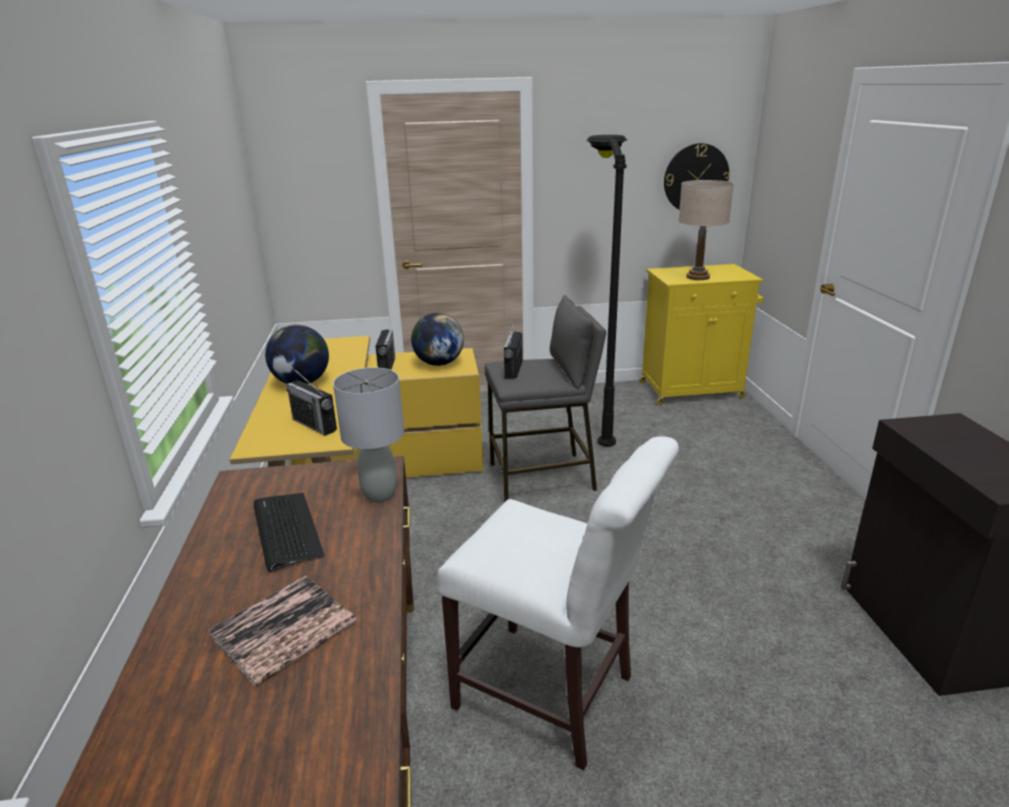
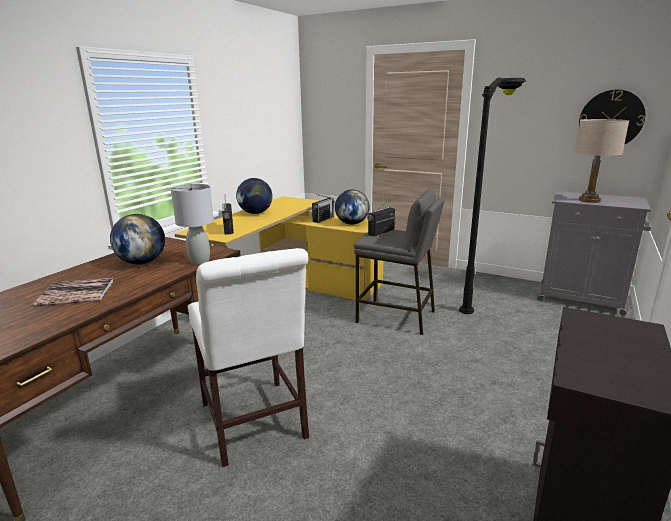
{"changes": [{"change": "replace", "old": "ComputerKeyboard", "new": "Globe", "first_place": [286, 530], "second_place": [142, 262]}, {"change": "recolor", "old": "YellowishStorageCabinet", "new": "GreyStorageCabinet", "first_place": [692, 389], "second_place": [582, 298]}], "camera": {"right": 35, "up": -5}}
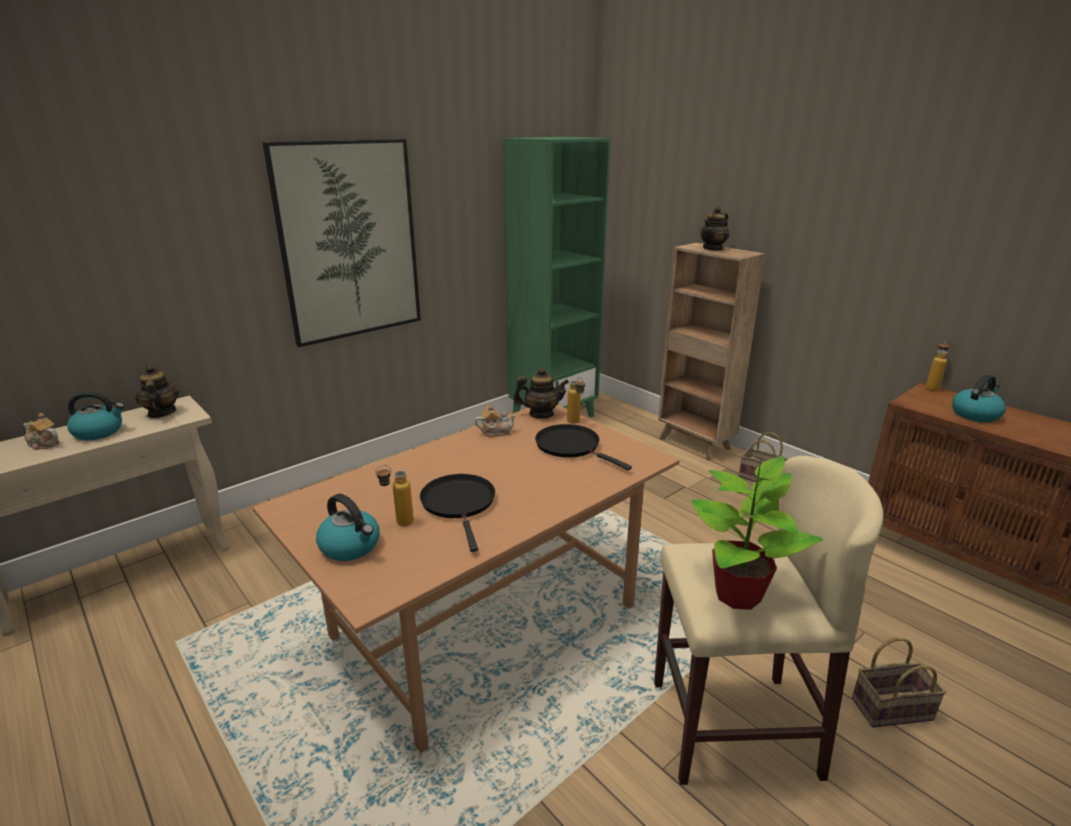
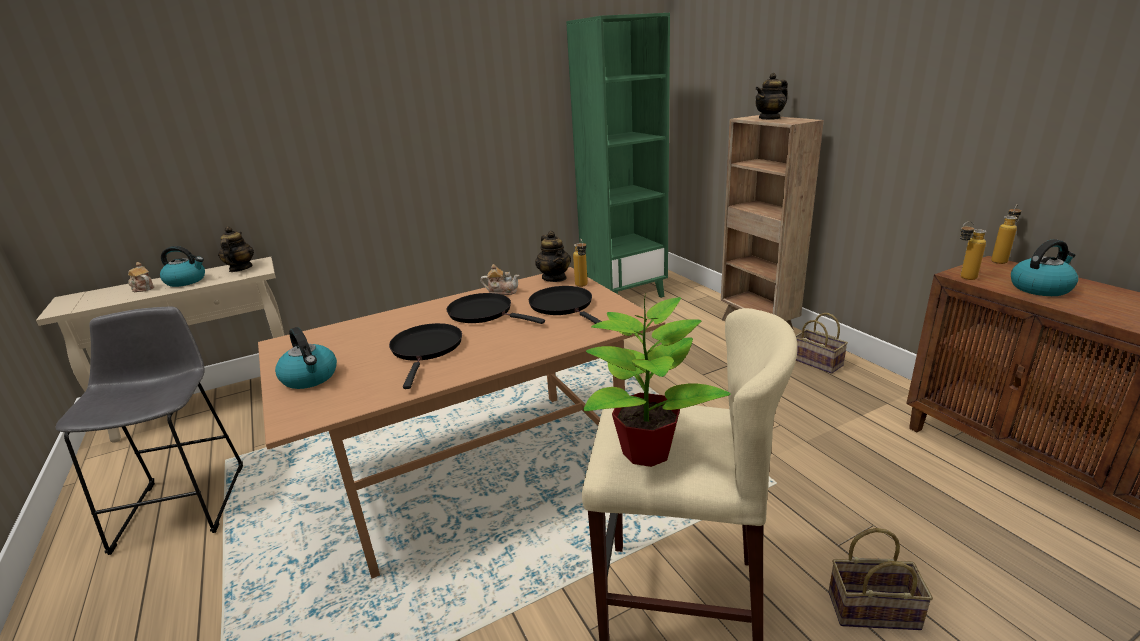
{"changes": [{"change": "delete", "old": "Picture", "first_place": [349, 241]}, {"change": "insert", "new": "GreySittingStool", "second_place": [185, 501]}, {"change": "insert", "new": "BlackColouredSkillet", "second_place": [484, 313]}, {"change": "move", "old": "BeverageBottle", "first_place": [398, 523], "second_place": [962, 278]}, {"change": "rotate", "old": "PotForTea", "first_place": [541, 414], "second_place": [554, 278], "degrees": 60}], "camera": {"right": 15, "up": 0}}
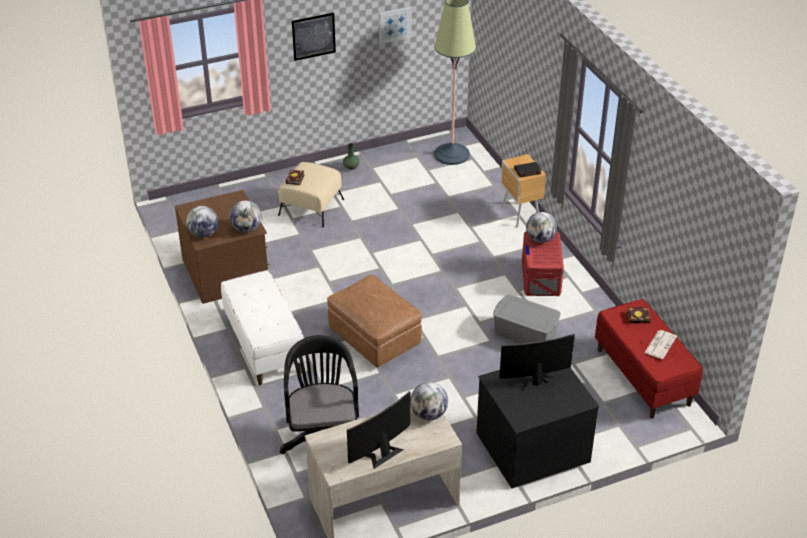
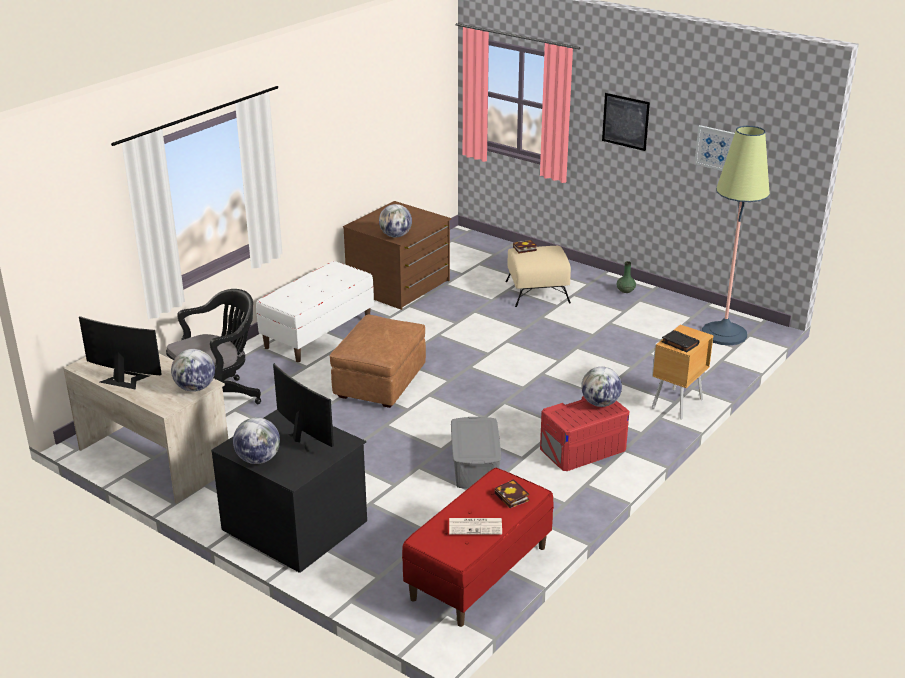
{"changes": [{"change": "move", "old": "Globe", "first_place": [203, 234], "second_place": [258, 459]}], "camera": {"right": 60, "up": -10}}
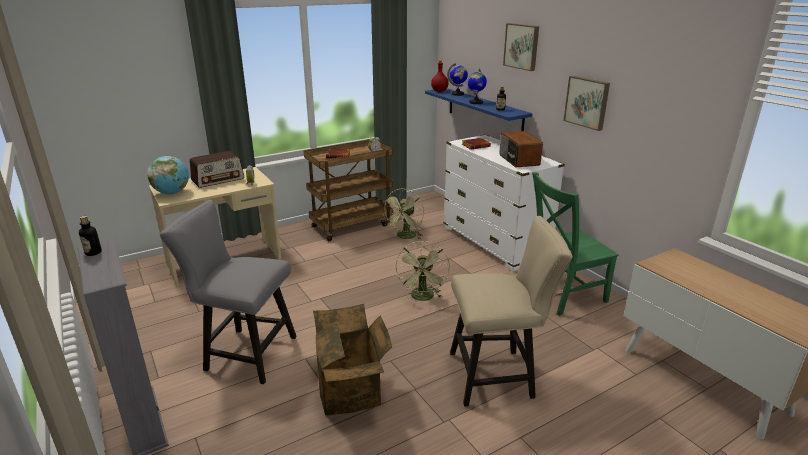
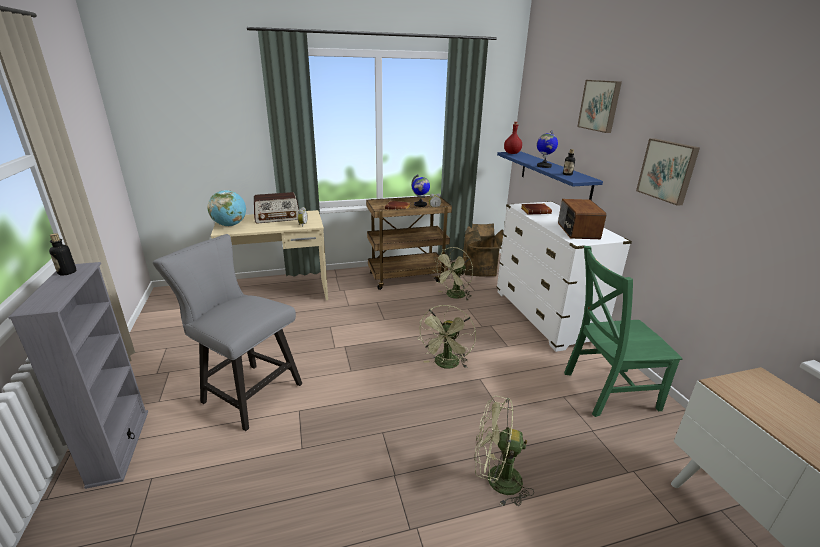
{"changes": [{"change": "move", "old": "PackingBox", "first_place": [352, 392], "second_place": [481, 269]}, {"change": "move", "old": "Globe", "first_place": [457, 94], "second_place": [420, 205]}, {"change": "replace", "old": "BeigeColouredChair", "new": "GreenCoolingFan", "first_place": [498, 375], "second_place": [496, 480]}], "camera": {"right": 15, "up": 0}}
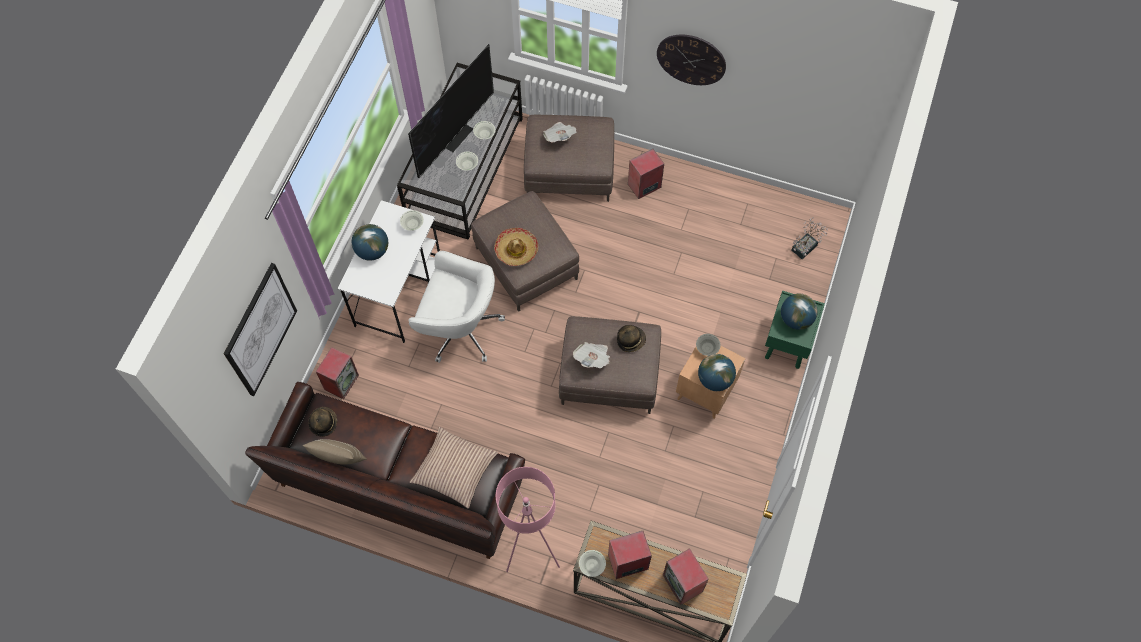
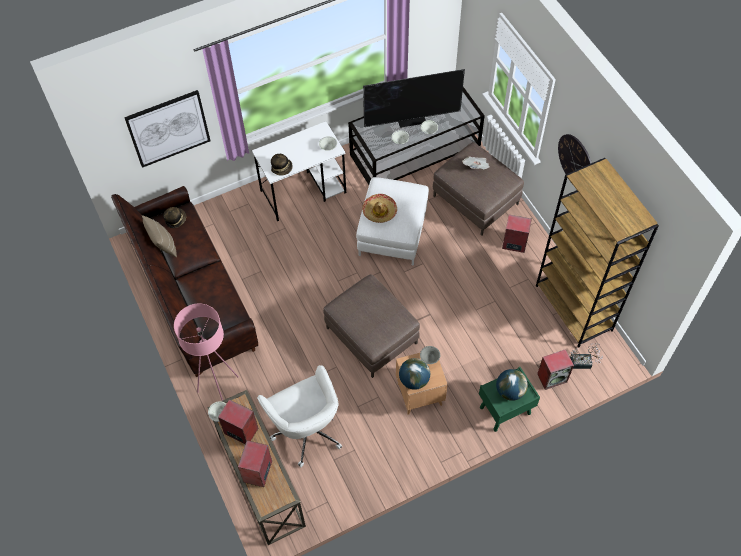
{"changes": [{"change": "delete", "old": "Globe", "first_place": [372, 251]}, {"change": "delete", "old": "ThrowPillow", "first_place": [454, 470]}, {"change": "delete", "old": "Newspaper", "first_place": [593, 358]}, {"change": "insert", "new": "BrownishBookcase", "second_place": [574, 308]}, {"change": "move", "old": "AudioSpeaker", "first_place": [341, 382], "second_place": [552, 377]}, {"change": "move", "old": "WhiteDeskChair", "first_place": [460, 329], "second_place": [306, 429]}, {"change": "move", "old": "Hat", "first_place": [630, 340], "second_place": [282, 168]}, {"change": "recolor", "old": "BrownishOttoman", "new": "WhiteOttoman", "first_place": [526, 263], "second_place": [393, 232]}], "camera": {"right": 45, "up": -5}}
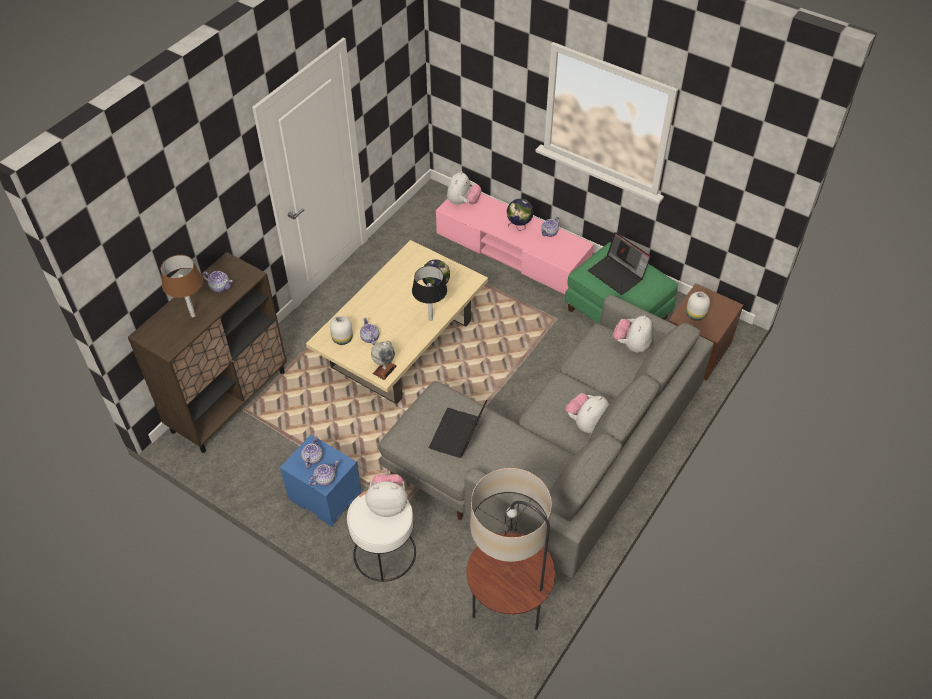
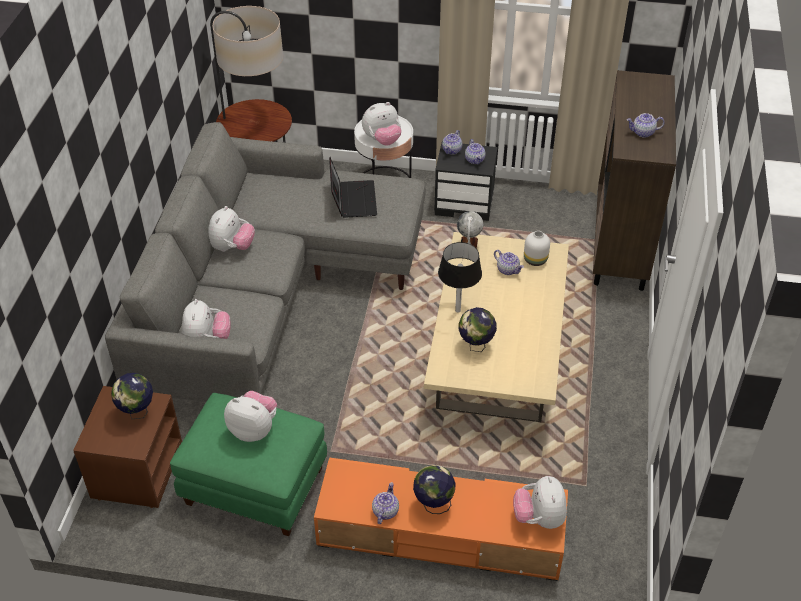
{"changes": [{"change": "delete", "old": "BrownishTabletopLamp", "first_place": [193, 315]}, {"change": "replace", "old": "PortableComputer", "new": "SoftToy", "first_place": [618, 274], "second_place": [254, 429]}, {"change": "replace", "old": "WhiteFlowerVase", "new": "Globe", "first_place": [695, 314], "second_place": [137, 413]}, {"change": "recolor", "old": "BluishNightstand", "new": "BlackColouredNightstand", "first_place": [324, 497], "second_place": [465, 203]}, {"change": "recolor", "old": "PinkColouredMediaConsole", "new": "OrangeMediaConsole", "first_place": [512, 251], "second_place": [440, 533]}], "camera": {"right": 155, "up": -5}}
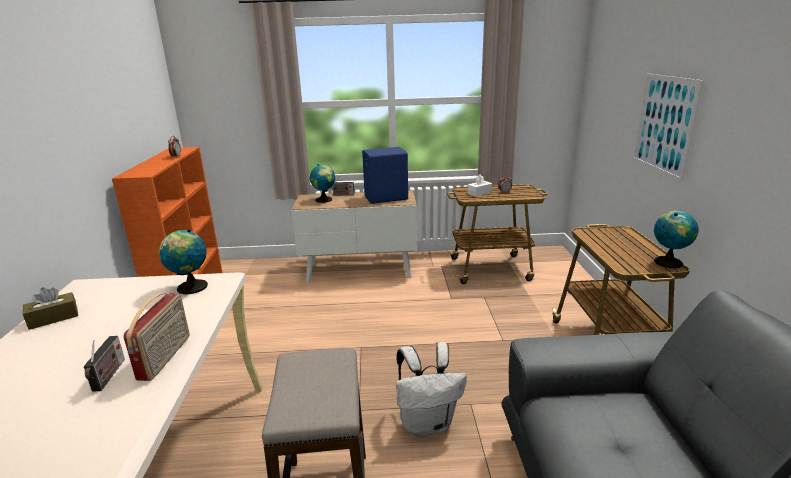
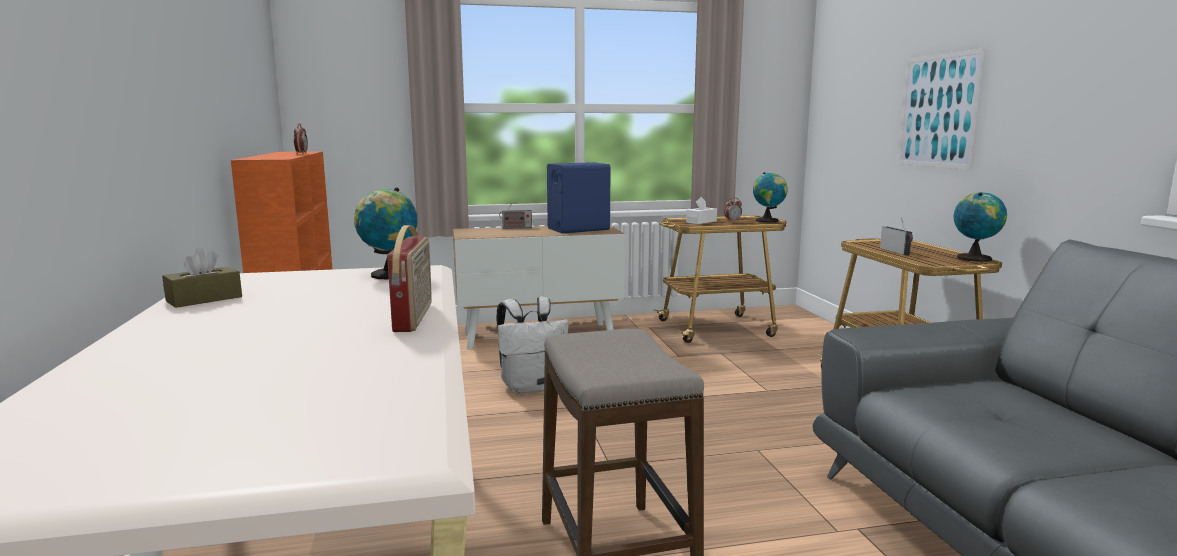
{"changes": [{"change": "move", "old": "RadioSet", "first_place": [108, 376], "second_place": [896, 251]}, {"change": "move", "old": "Globe", "first_place": [324, 200], "second_place": [768, 221]}, {"change": "move", "old": "WhiteKnapsack", "first_place": [427, 423], "second_place": [530, 387]}], "camera": {"right": -10, "up": -10}}
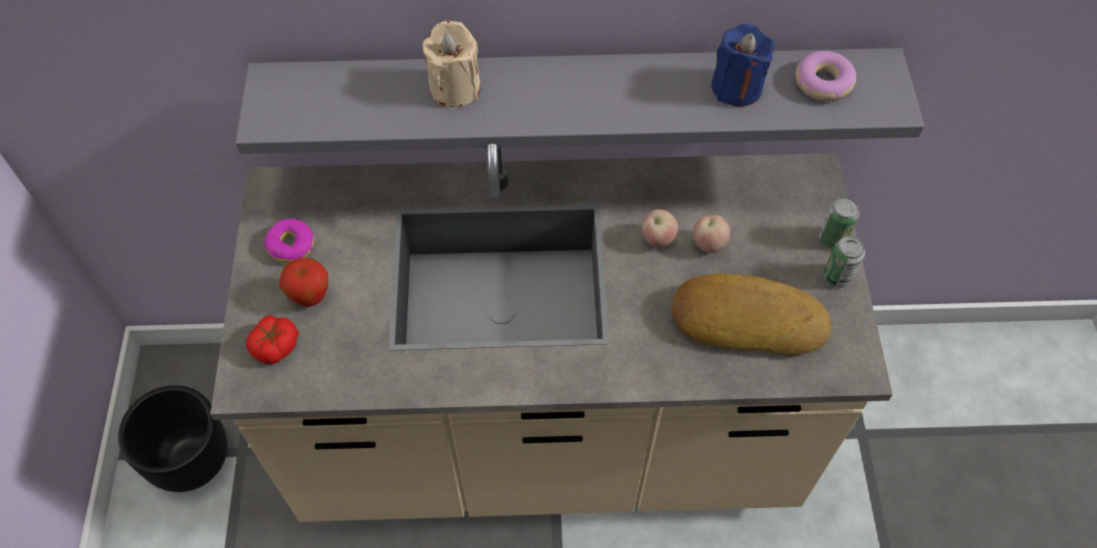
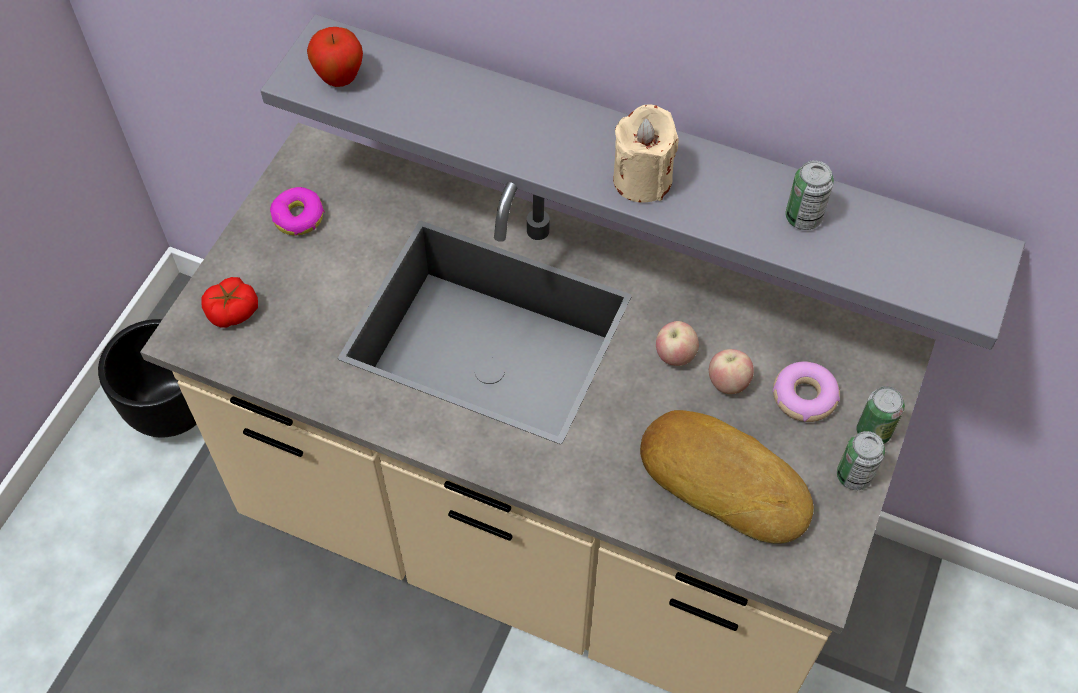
{"changes": [{"change": "move", "old": "Apple", "first_place": [310, 296], "second_place": [340, 79]}, {"change": "move", "old": "BeigeColouredWaxLight", "first_place": [455, 88], "second_place": [642, 179]}, {"change": "move", "old": "RingDoughnut", "first_place": [823, 82], "second_place": [804, 397]}, {"change": "replace", "old": "BluishWaxLight", "new": "MetalCan", "first_place": [736, 88], "second_place": [803, 217]}], "camera": {"right": 25, "up": 0}}
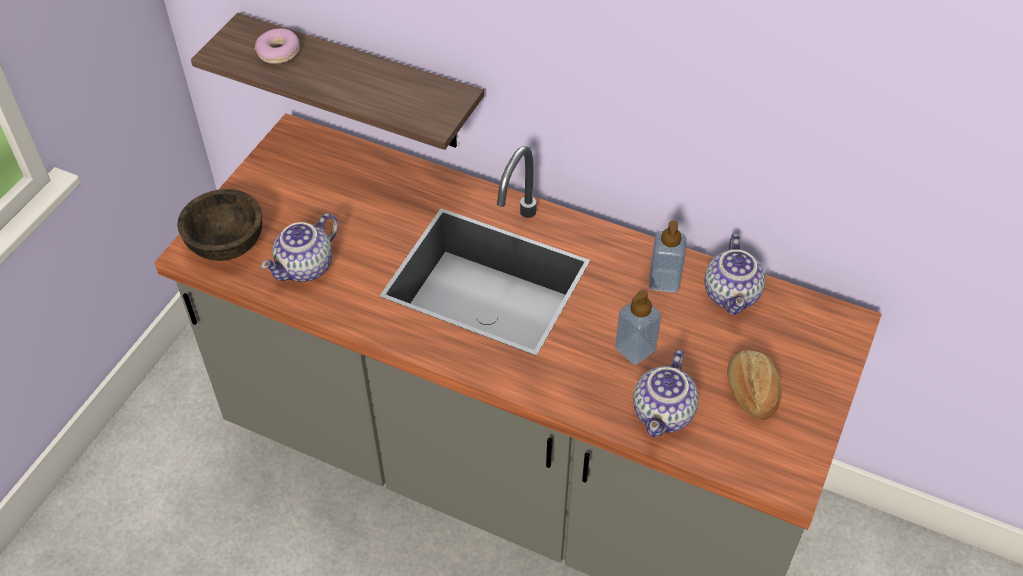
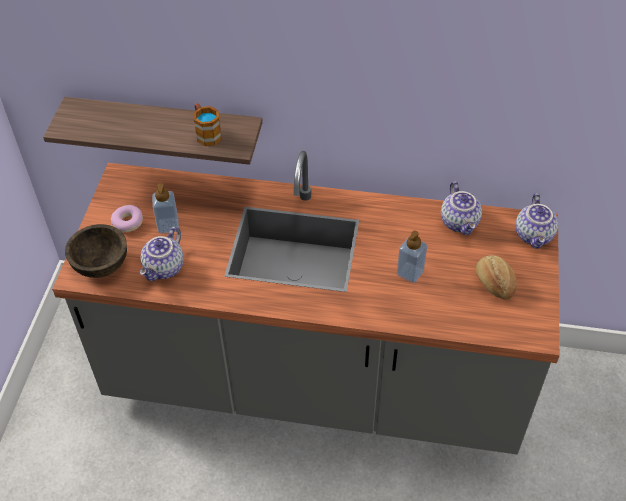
{"changes": [{"change": "insert", "new": "Mug", "second_place": [206, 133]}, {"change": "move", "old": "RingDoughnut", "first_place": [279, 53], "second_place": [128, 222]}, {"change": "move", "old": "PotForTea", "first_place": [664, 414], "second_place": [534, 235]}, {"change": "move", "old": "LiquidSoapBottle", "first_place": [664, 281], "second_place": [168, 225]}], "camera": {"right": -15, "up": 0}}
